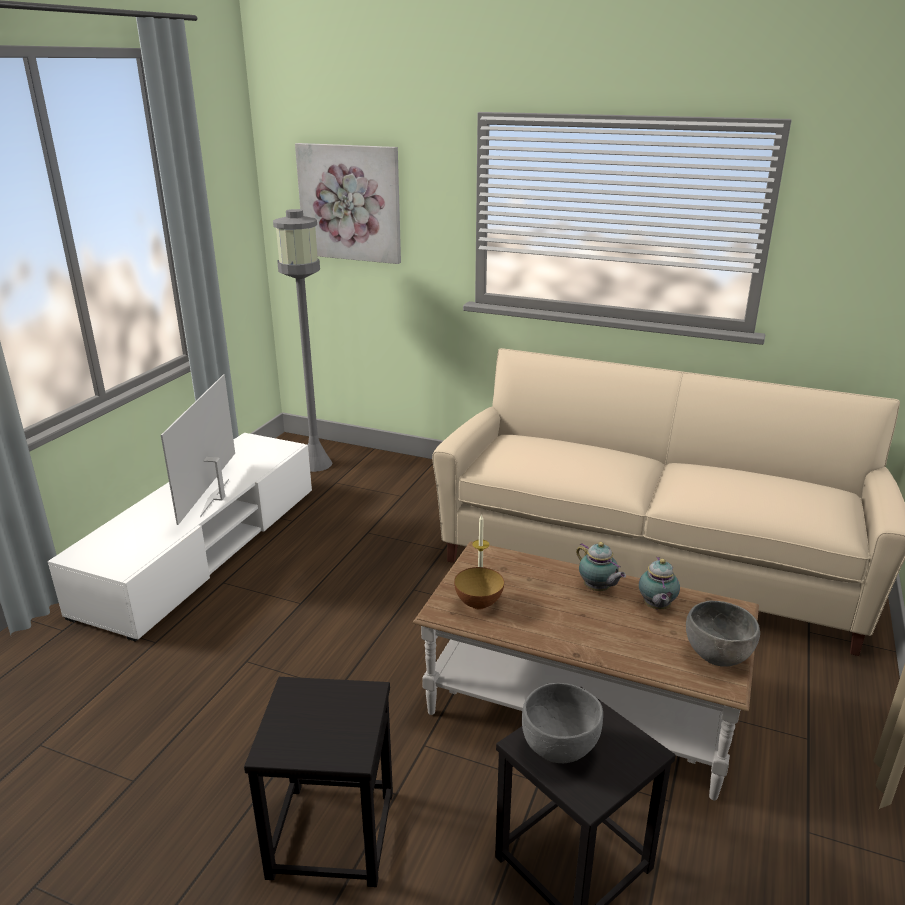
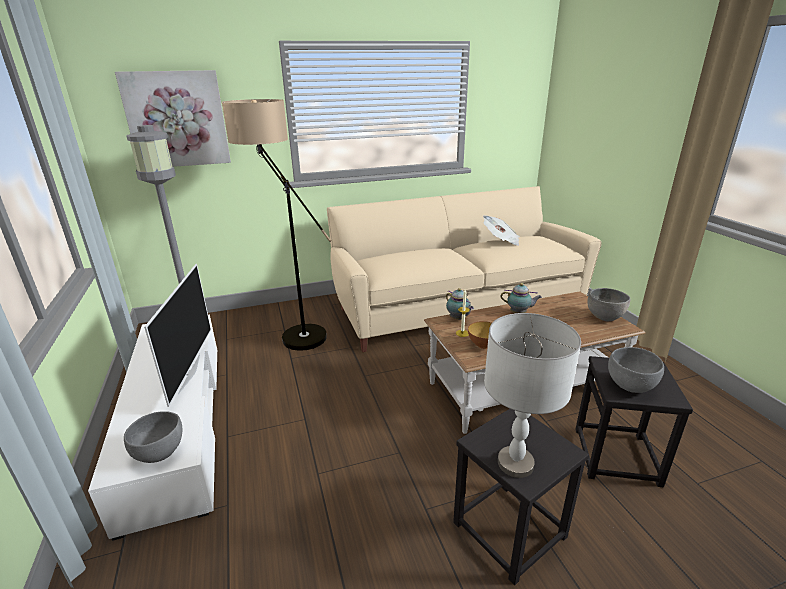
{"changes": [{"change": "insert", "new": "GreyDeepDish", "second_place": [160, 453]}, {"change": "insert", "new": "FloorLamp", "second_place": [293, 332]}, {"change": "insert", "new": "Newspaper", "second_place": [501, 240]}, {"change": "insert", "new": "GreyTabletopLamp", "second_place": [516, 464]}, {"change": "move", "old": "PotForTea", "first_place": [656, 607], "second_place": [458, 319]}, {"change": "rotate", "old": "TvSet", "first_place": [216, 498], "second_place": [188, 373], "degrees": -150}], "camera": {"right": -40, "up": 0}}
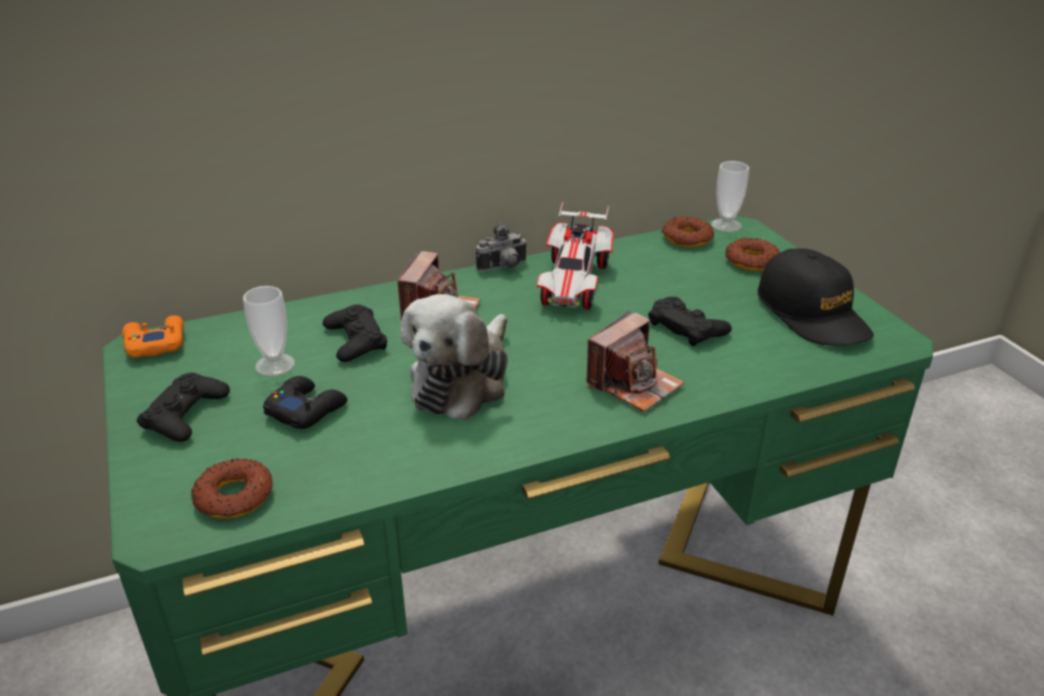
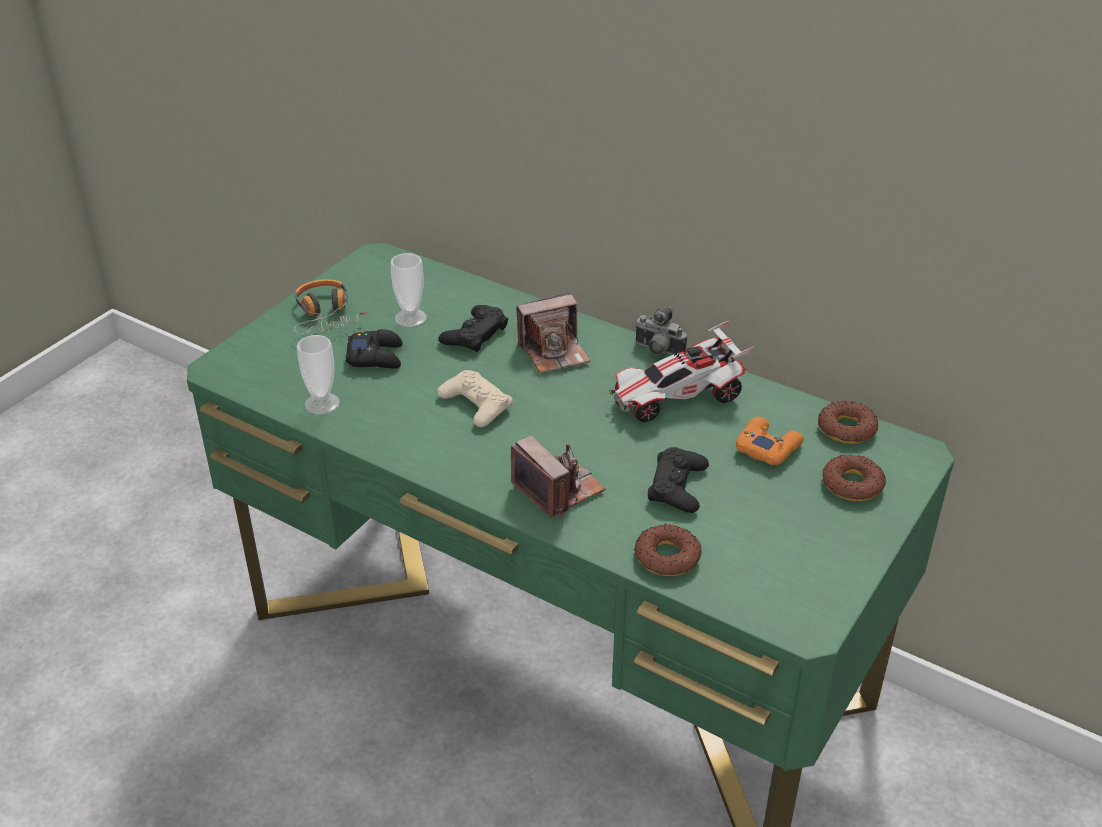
{"changes": [{"change": "delete", "old": "BlackColouredPeakedCap", "first_place": [812, 314]}, {"change": "move", "old": "OrangeJoypad", "first_place": [155, 343], "second_place": [767, 447]}, {"change": "move", "old": "RingDoughnut", "first_place": [234, 496], "second_place": [667, 557]}, {"change": "move", "old": "DrinkingCup", "first_place": [726, 225], "second_place": [322, 403]}, {"change": "replace", "old": "BlackColouredJoypad", "new": "Headset", "first_place": [186, 414], "second_place": [326, 315]}, {"change": "replace", "old": "SoftToy", "new": "BeigeColouredJoypad", "first_place": [462, 380], "second_place": [476, 404]}, {"change": "rotate", "old": "PhotoCamera", "first_place": [633, 384], "second_place": [558, 489], "degrees": -135}], "camera": {"right": 55, "up": 5}}
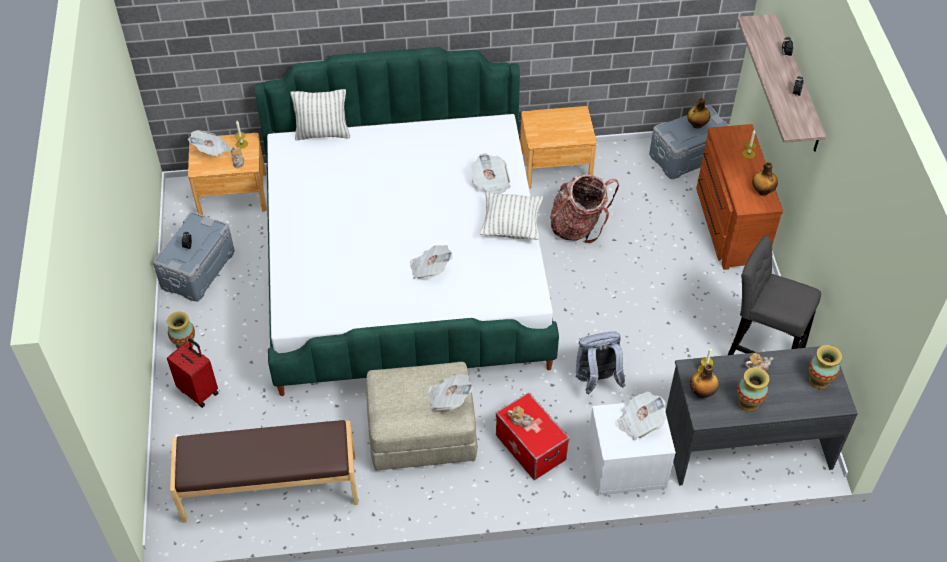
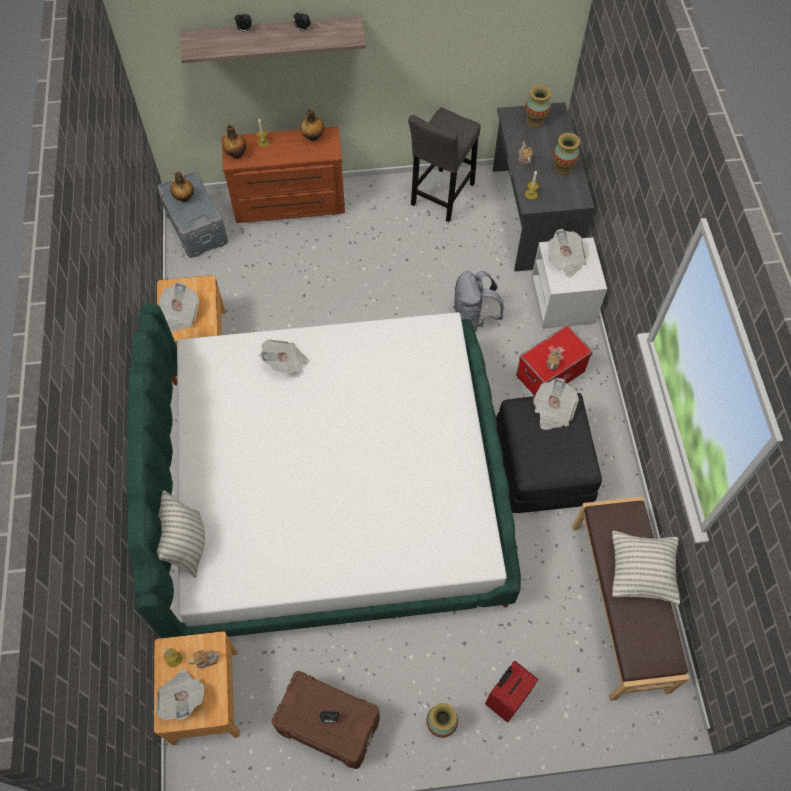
{"changes": [{"change": "delete", "old": "Knapsack", "first_place": [578, 226]}, {"change": "move", "old": "Newspaper", "first_place": [430, 269], "second_place": [180, 315]}, {"change": "move", "old": "ThrowPillow", "first_place": [511, 226], "second_place": [641, 572]}, {"change": "move", "old": "BeverageBottle", "first_place": [702, 392], "second_place": [236, 154]}, {"change": "recolor", "old": "GreyStorageBox", "new": "BrownishStorageBox", "first_place": [197, 269], "second_place": [328, 725]}, {"change": "recolor", "old": "BeigeColouredOttoman", "new": "BlackColouredOttoman", "first_place": [422, 432], "second_place": [541, 465]}], "camera": {"right": -90, "up": 10}}
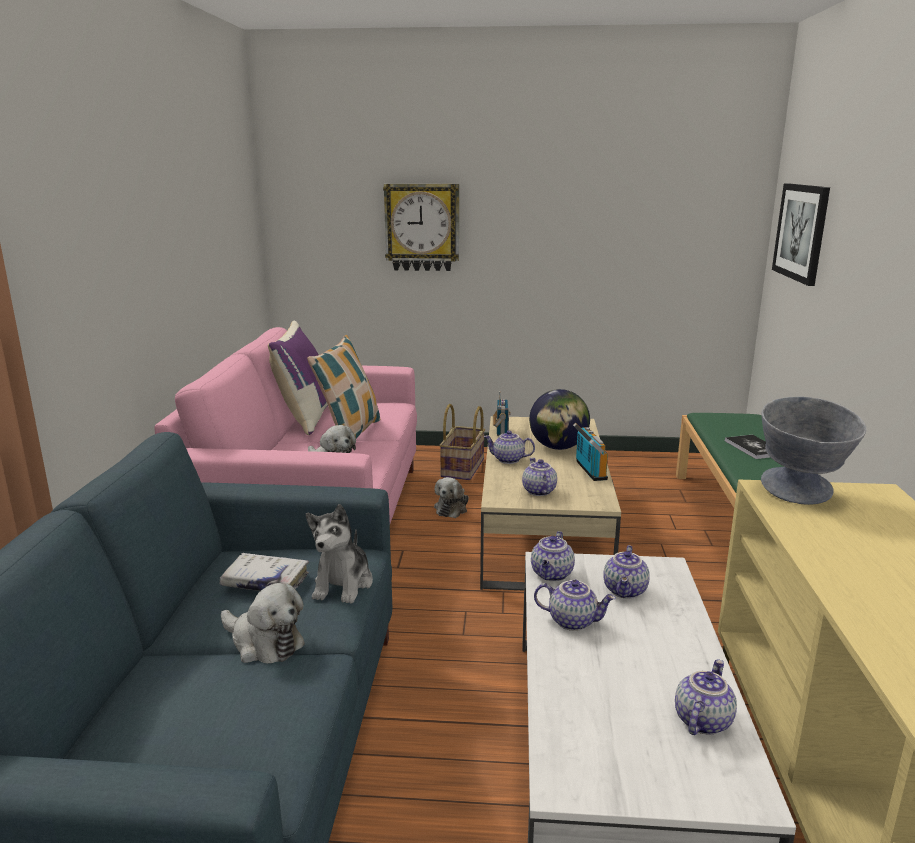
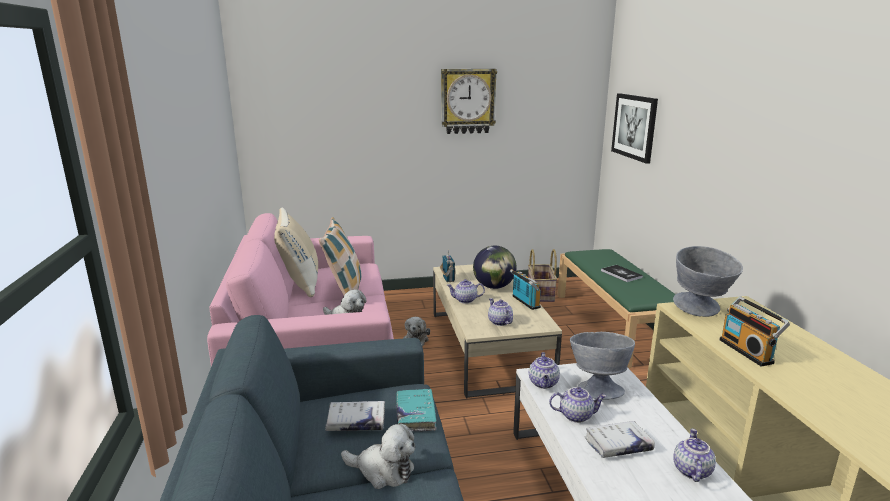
{"changes": [{"change": "insert", "new": "WhiteVolume", "second_place": [618, 445]}, {"change": "insert", "new": "RadioSet", "second_place": [748, 351]}, {"change": "move", "old": "HangingClock", "first_place": [422, 227], "second_place": [467, 101]}, {"change": "move", "old": "Basket", "first_place": [463, 468], "second_place": [541, 293]}, {"change": "replace", "old": "SoftToy", "new": "TurquoiseVolume", "first_place": [343, 584], "second_place": [415, 415]}, {"change": "replace", "old": "PotForTea", "new": "GreyDeepDish", "first_place": [626, 591], "second_place": [597, 388]}, {"change": "recolor", "old": "PurpleColouredThrowPillow", "new": "BeigeColouredThrowPillow", "first_place": [305, 418], "second_place": [299, 283]}], "camera": {"right": -15, "up": 0}}
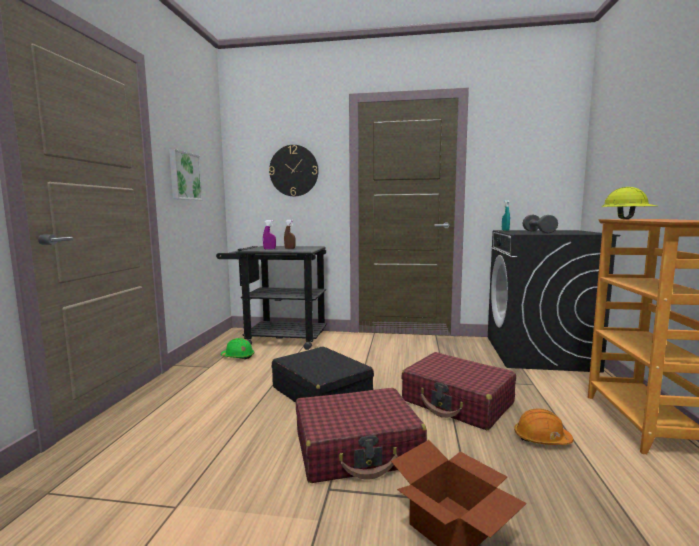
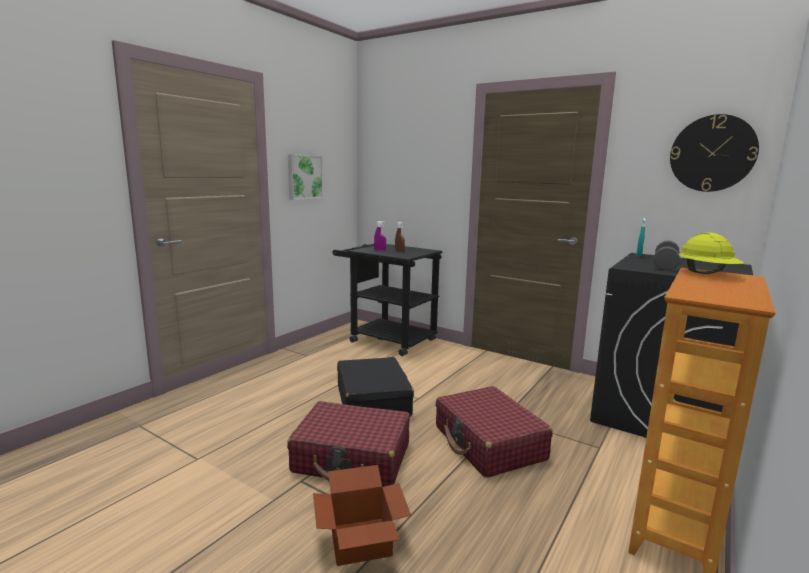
{"changes": [{"change": "delete", "old": "GreenHardHat", "first_place": [238, 356]}, {"change": "delete", "old": "OrangeHardHat", "first_place": [541, 439]}, {"change": "move", "old": "HangingClock", "first_place": [294, 171], "second_place": [712, 153]}], "camera": {"right": 25, "up": 5}}
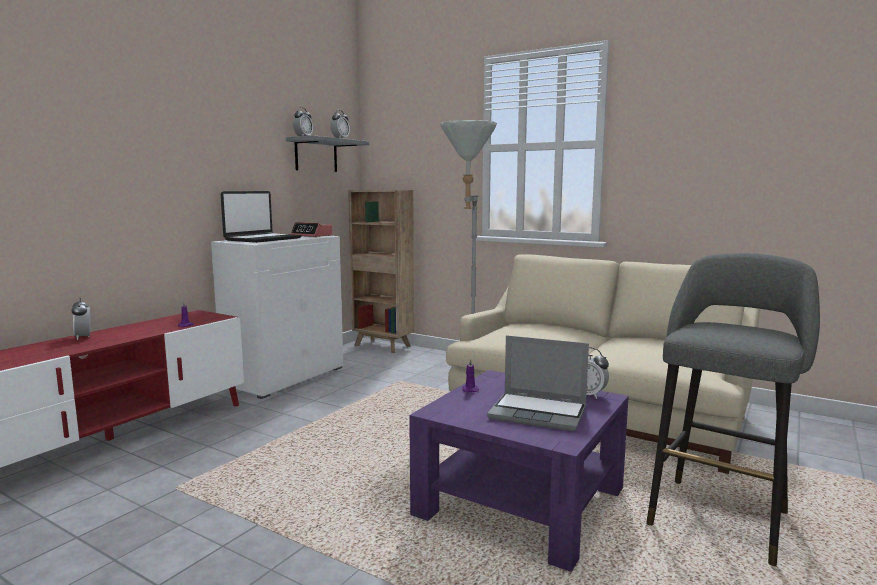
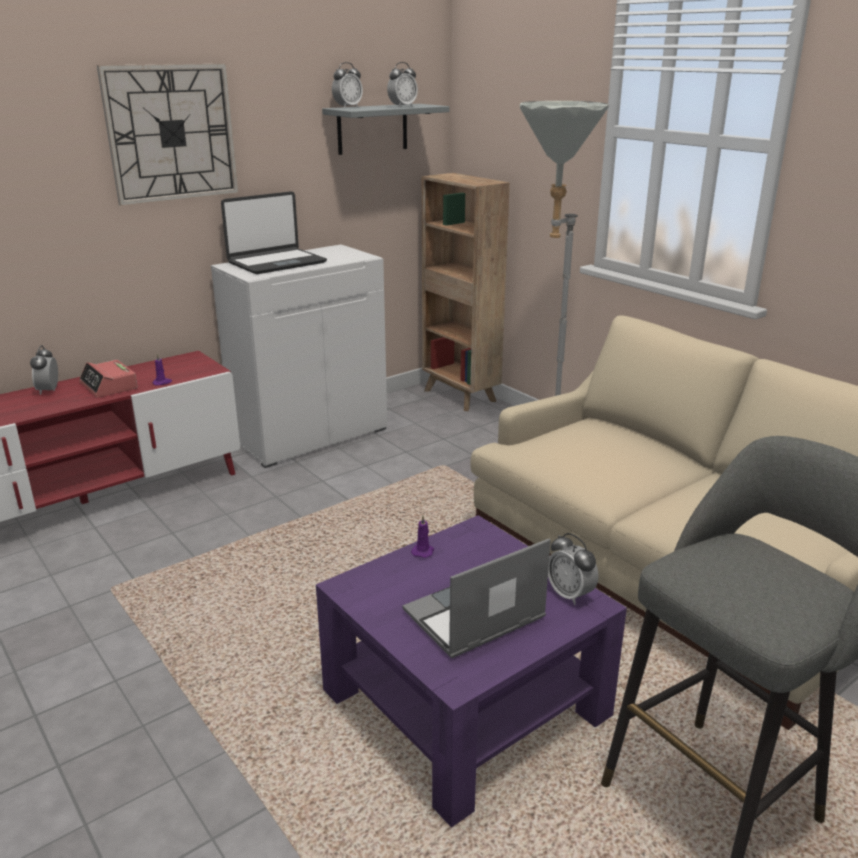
{"changes": [{"change": "insert", "new": "HangingClock", "second_place": [171, 133]}, {"change": "move", "old": "TableClock", "first_place": [312, 235], "second_place": [109, 386]}, {"change": "rotate", "old": "PortableComputer", "first_place": [539, 413], "second_place": [473, 617], "degrees": 105}], "camera": {"right": 20, "up": 15}}
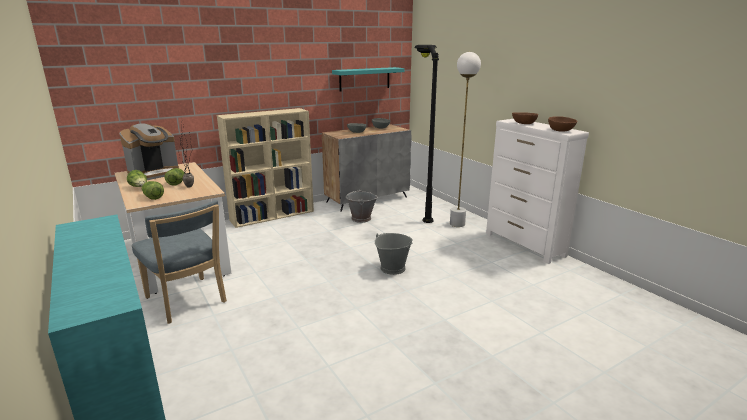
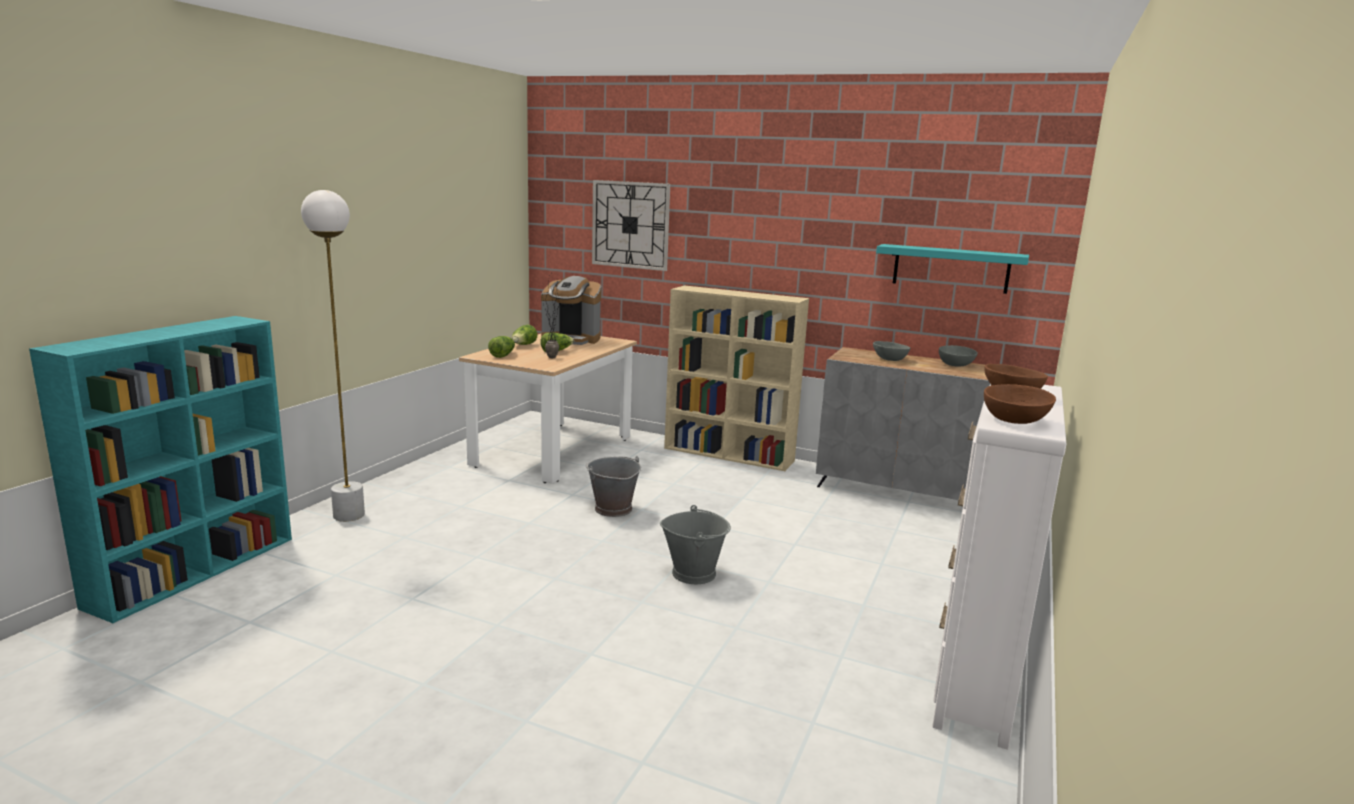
{"changes": [{"change": "delete", "old": "BluishChair", "first_place": [187, 301]}, {"change": "delete", "old": "BlackColouredFloorLamp", "first_place": [421, 208]}, {"change": "insert", "new": "HangingClock", "second_place": [630, 225]}, {"change": "move", "old": "GreyWaterBucket", "first_place": [361, 219], "second_place": [612, 509]}, {"change": "move", "old": "WhiteFloorLamp", "first_place": [457, 224], "second_place": [349, 515]}], "camera": {"right": 55, "up": -5}}
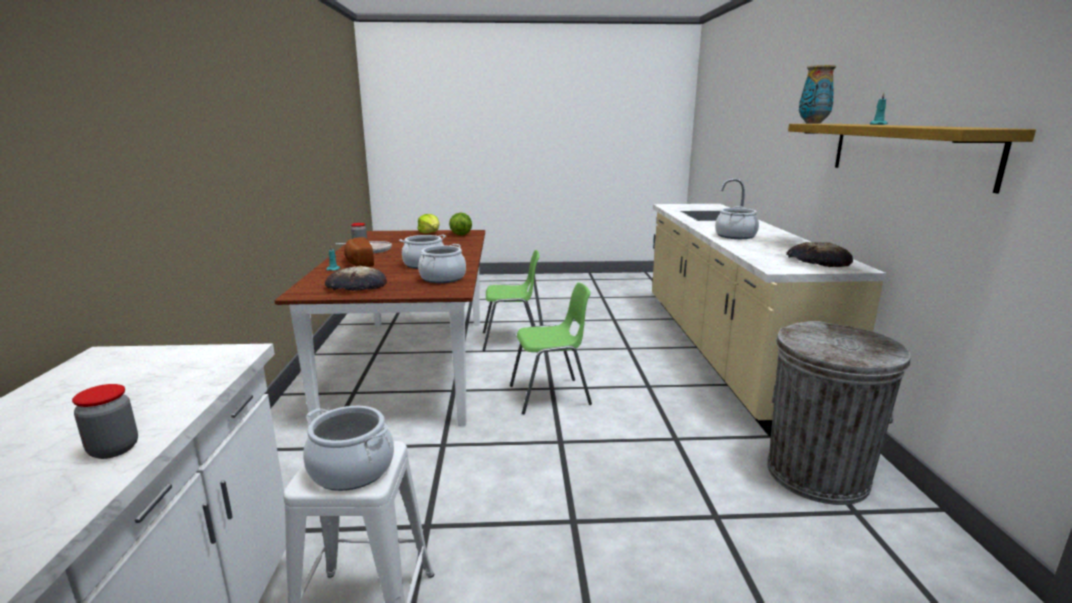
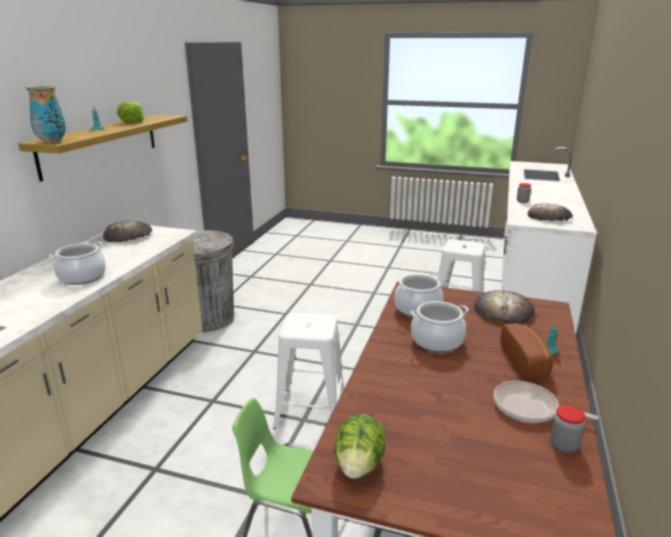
{"changes": [{"change": "delete", "old": "Stockpot", "first_place": [352, 469]}, {"change": "insert", "new": "BakedBread", "second_place": [549, 217]}, {"change": "move", "old": "LettuceHead", "first_place": [430, 233], "second_place": [132, 122]}, {"change": "replace", "old": "GreenChair", "new": "WhiteSittingStool", "first_place": [550, 396], "second_place": [310, 409]}], "camera": {"right": -160, "up": 5}}
